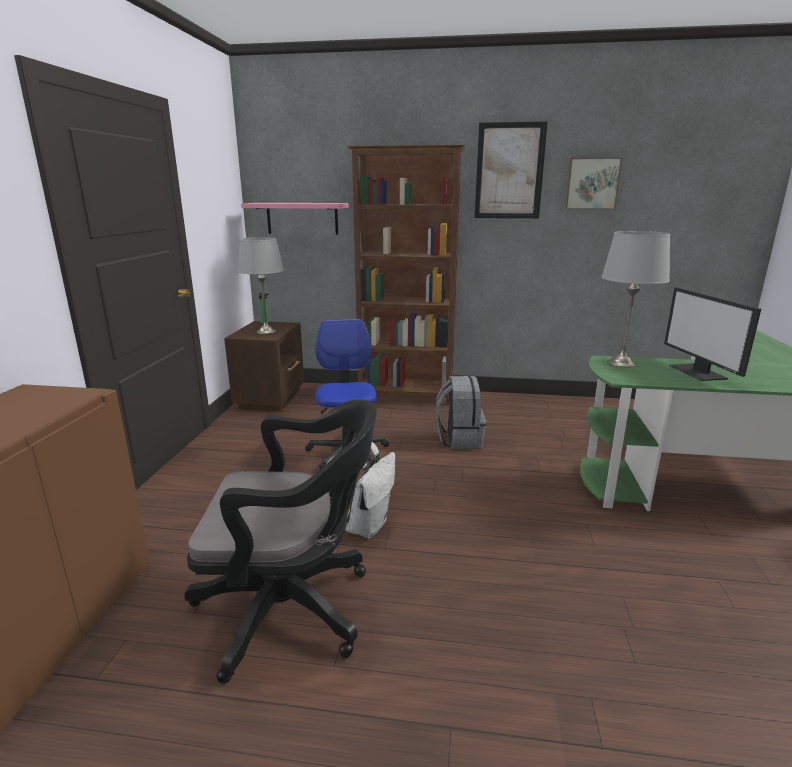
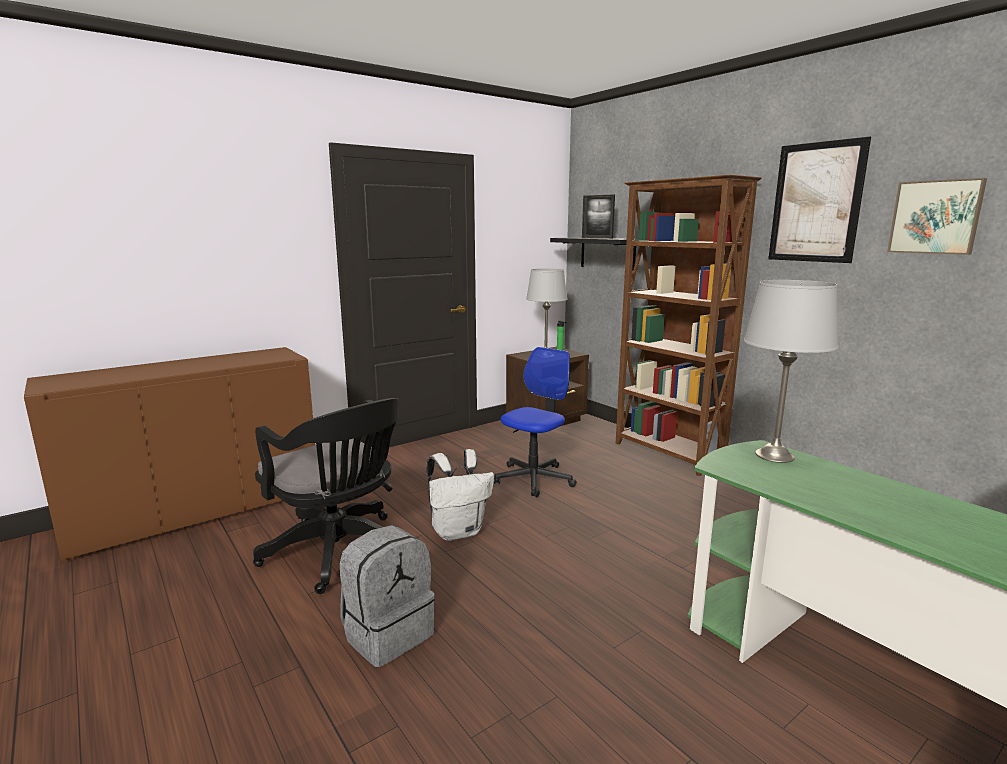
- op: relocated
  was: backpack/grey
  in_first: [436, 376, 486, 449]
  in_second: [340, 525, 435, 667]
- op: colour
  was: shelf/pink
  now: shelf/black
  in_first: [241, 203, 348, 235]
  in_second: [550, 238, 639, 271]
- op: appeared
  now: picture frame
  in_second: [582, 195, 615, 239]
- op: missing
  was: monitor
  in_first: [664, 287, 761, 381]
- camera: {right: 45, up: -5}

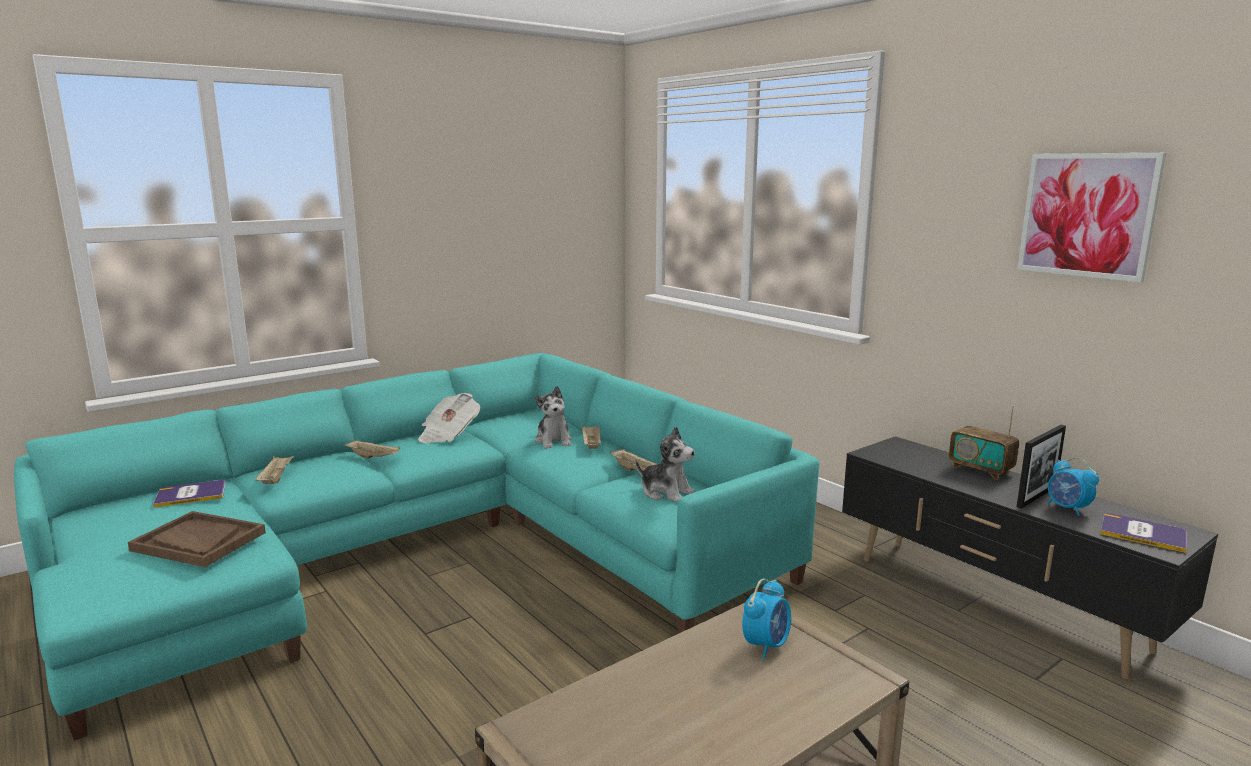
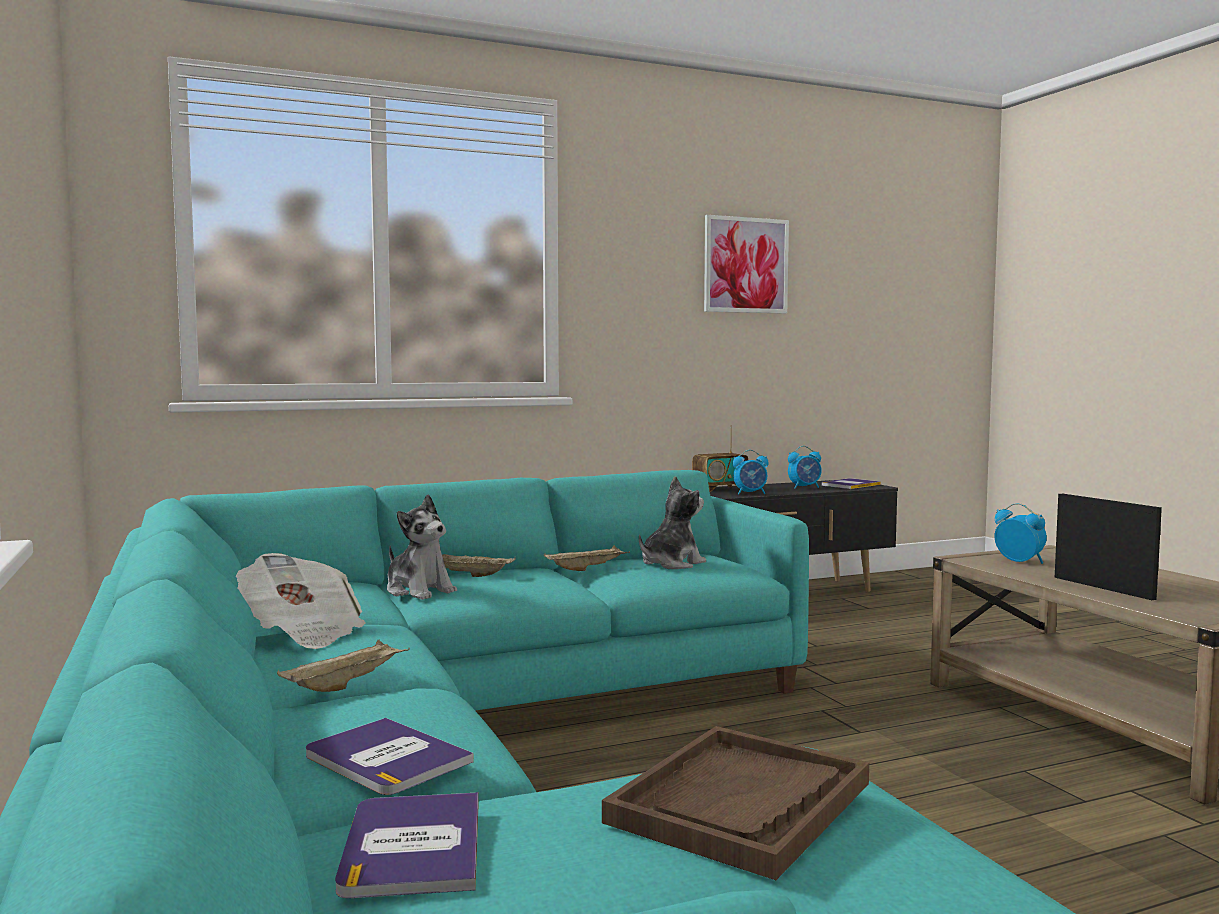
- op: exchanged
  was: tray/beige
  now: book
  in_first: [254, 456, 295, 484]
  in_second: [306, 718, 473, 795]
- op: spun
  was: plush toy
  in_first: [535, 386, 572, 449]
  in_second: [387, 495, 457, 600]
  clockwise: 45
- op: appeared
  now: alarm clock
  in_second: [733, 450, 769, 494]
- op: relocated
  was: picture frame
  in_first: [1017, 425, 1066, 509]
  in_second: [1055, 494, 1162, 600]
- camera: {right: -75, up: -10}

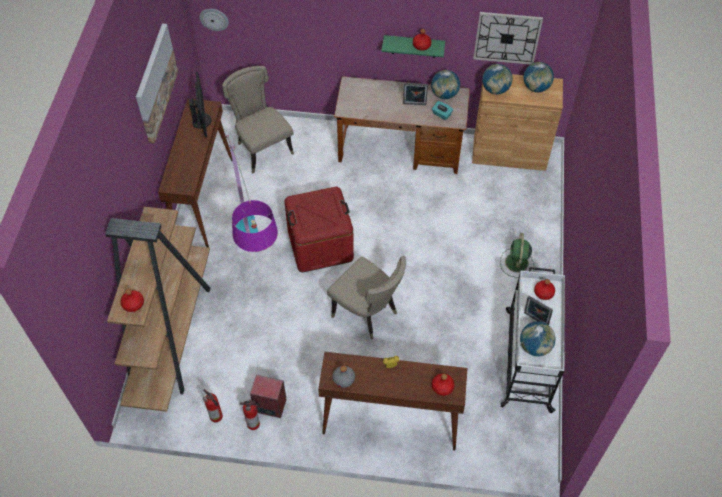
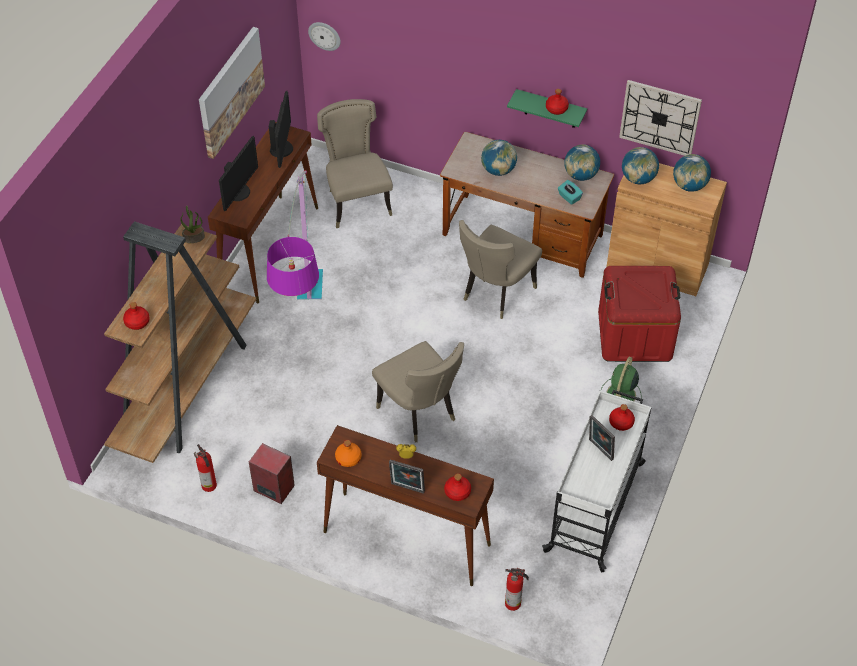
- op: appeared
  now: potted plant
  in_second: [180, 205, 205, 243]
- op: appeared
  now: monitor
  in_second: [219, 136, 258, 212]
- op: colour
  was: bottle/grey
  now: bottle/orange
  in_first: [332, 366, 355, 388]
  in_second: [335, 440, 362, 467]
- op: relocated
  was: picture frame
  in_first: [403, 83, 428, 105]
  in_second: [389, 460, 425, 494]
- op: appeared
  now: chair/beige
  in_second: [459, 220, 542, 319]
- op: relocated
  was: globe
  in_first: [520, 322, 556, 356]
  in_second: [481, 140, 517, 176]
- op: relocated
  was: fire extinguisher
  in_first: [240, 400, 260, 430]
  in_second: [505, 568, 529, 611]
- op: relocated
  was: storage box/red
  in_first: [284, 187, 354, 272]
  in_second: [598, 266, 681, 362]
- camera: {right: 15, up: -5}

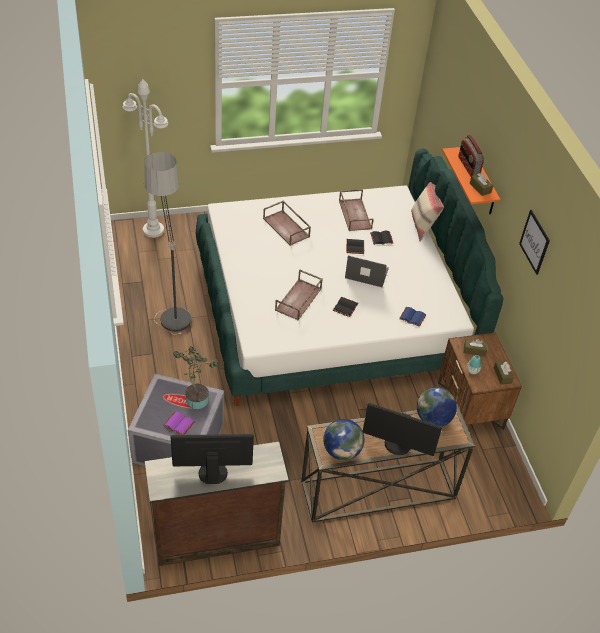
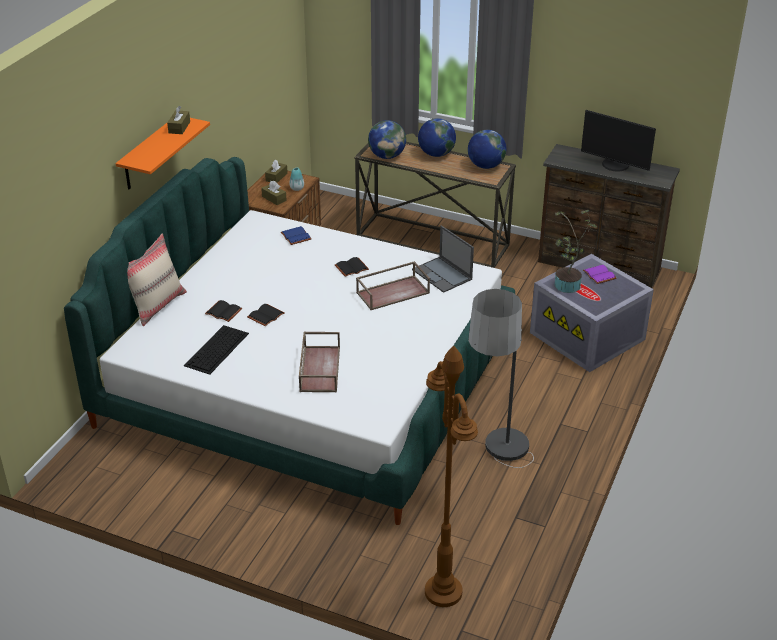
- op: exchanged
  was: tray/brown
  now: keyboard
  in_first: [339, 189, 374, 231]
  in_second: [184, 325, 249, 375]
- op: relocated
  was: laptop
  in_first: [345, 256, 389, 287]
  in_second: [412, 226, 474, 293]
- op: exchanged
  was: monitor
  now: globe
  in_first: [363, 403, 442, 456]
  in_second: [418, 118, 456, 157]
- op: colour
  was: floor lamp/white
  now: floor lamp/brown
  in_first: [123, 79, 168, 238]
  in_second: [425, 346, 478, 607]
- op: missing
  was: radio
  in_first: [459, 135, 484, 176]
- op: missing
  was: picture
  in_first: [519, 210, 550, 275]
- camera: {right: -140, up: -10}

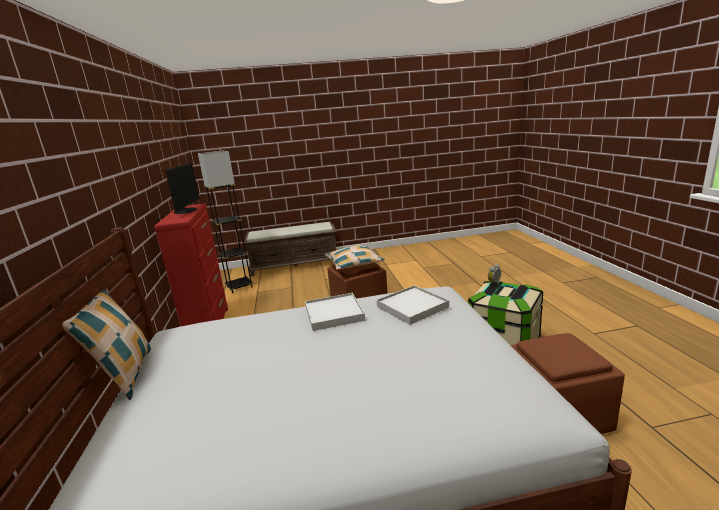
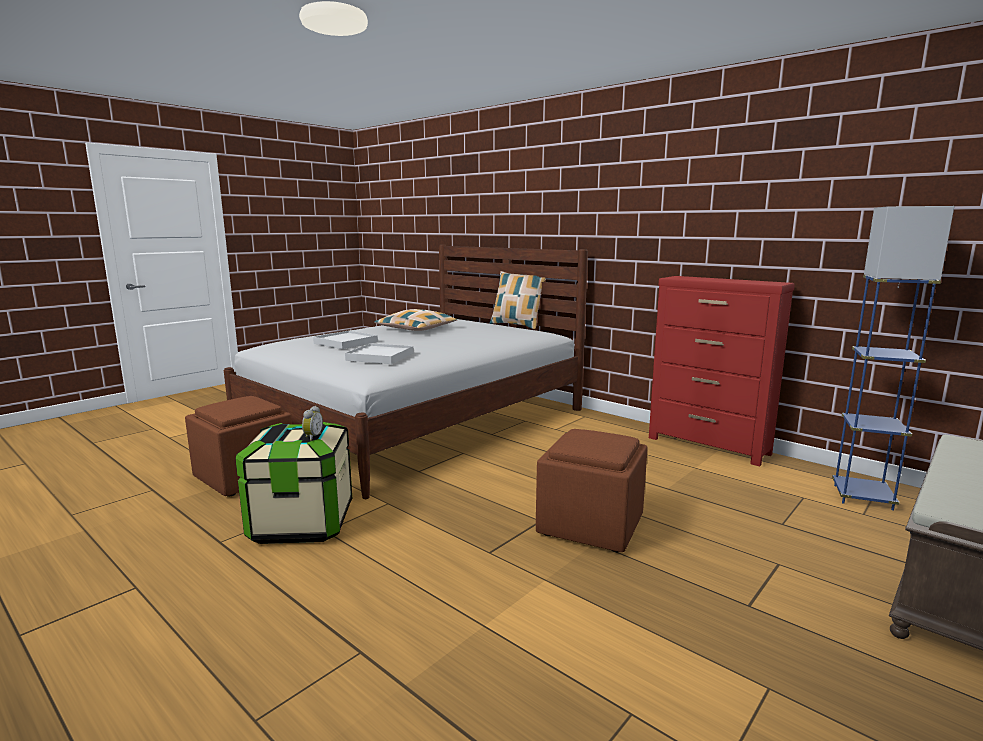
- op: relocated
  was: tray/white
  in_first: [305, 293, 365, 331]
  in_second: [313, 331, 378, 349]
- op: relocated
  was: pillow
  in_first: [325, 245, 385, 270]
  in_second: [374, 309, 458, 331]
- op: colour
  was: floor lamp/grey
  now: floor lamp/blue
  in_first: [198, 151, 253, 293]
  in_second: [832, 206, 954, 511]
- op: missing
  was: monitor
  in_first: [165, 163, 199, 214]
- camera: {right: 140, up: -5}

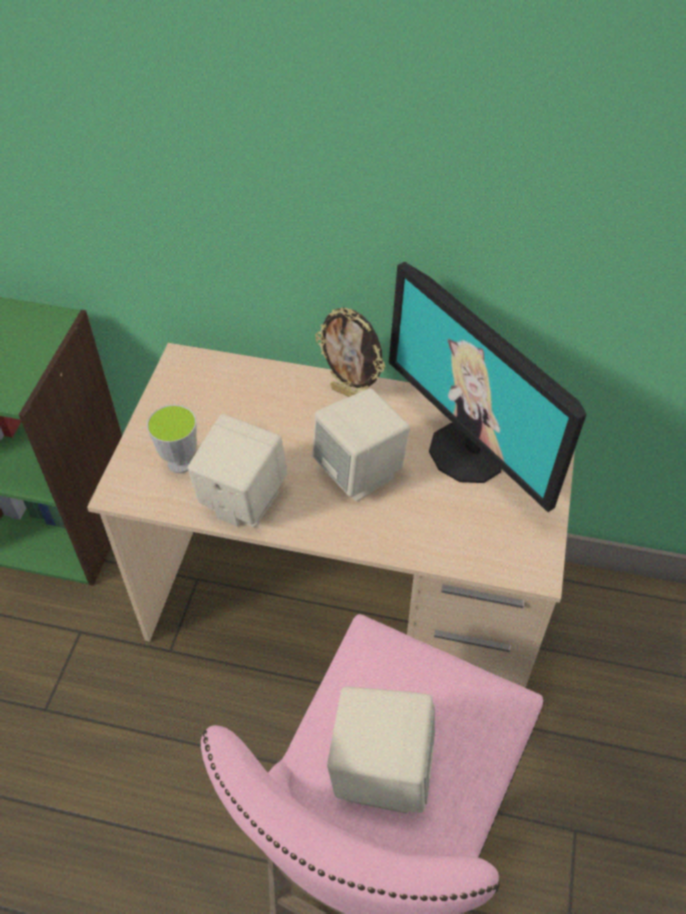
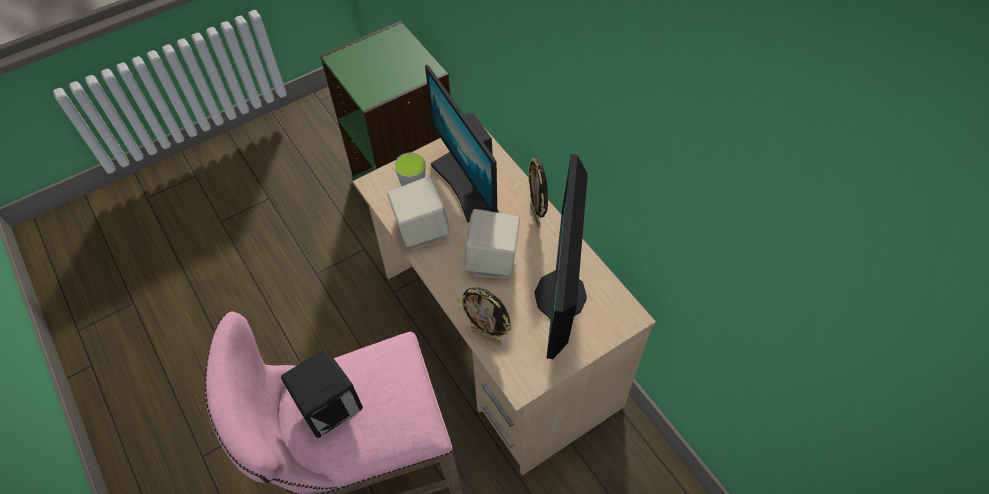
- op: colour
  was: speaker/beige
  now: speaker/black
  in_first: [327, 687, 435, 813]
  in_second: [281, 349, 363, 438]
- op: appeared
  now: monitor
  in_second: [425, 65, 499, 223]
- op: appeared
  now: picture frame
  in_second: [457, 287, 513, 345]
- camera: {right: 45, up: 5}

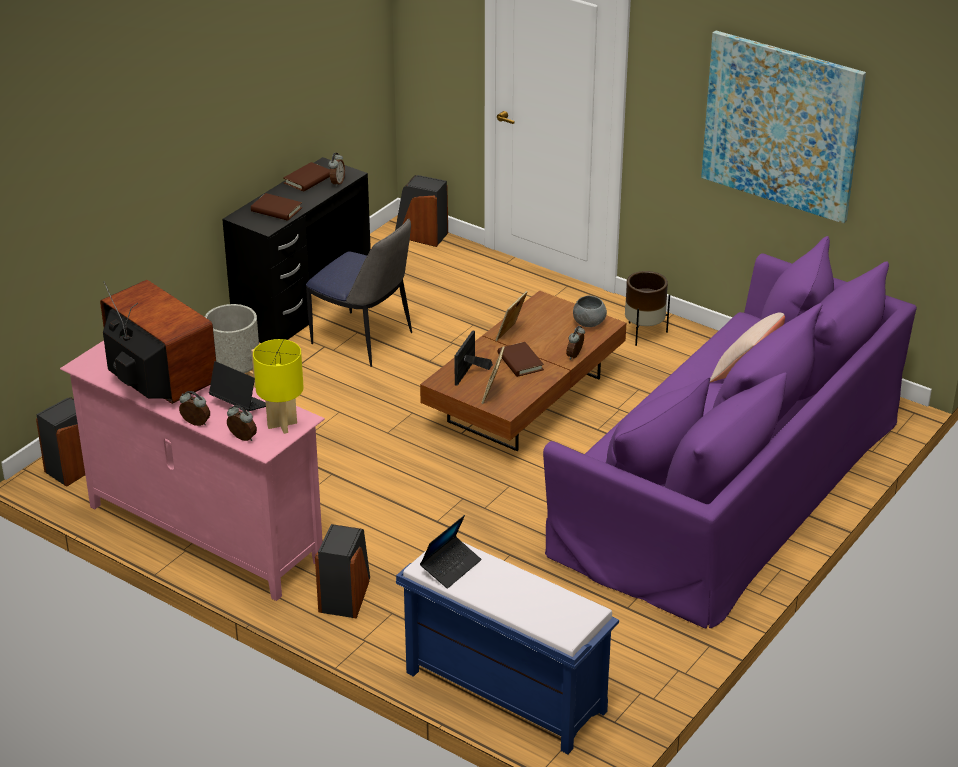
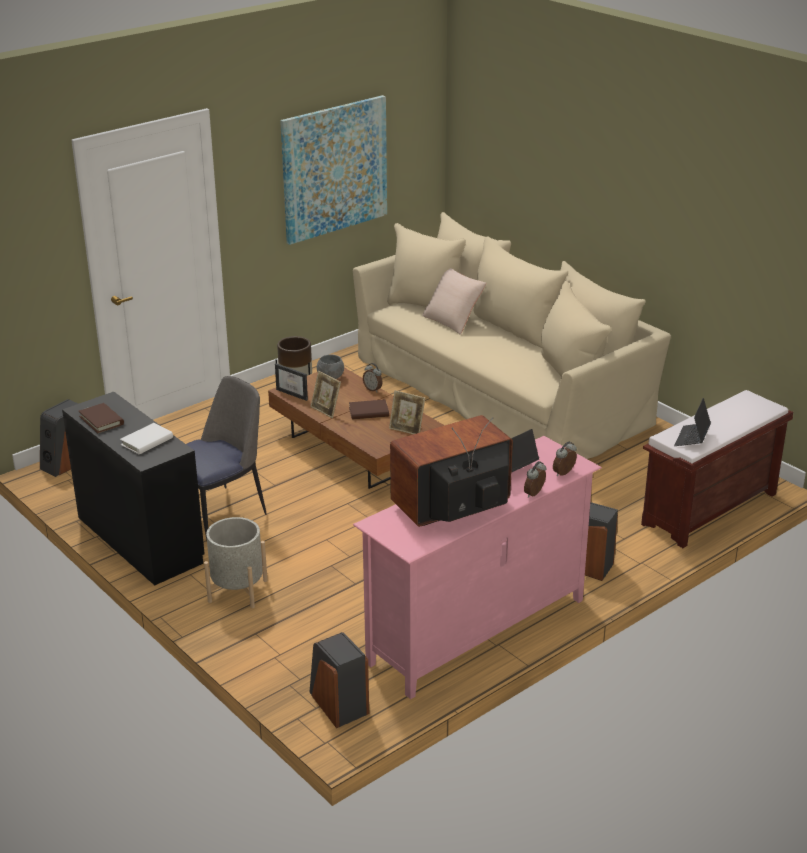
- op: colour
  was: book/brown
  now: book/white
  in_first: [251, 193, 302, 221]
  in_second: [120, 423, 173, 454]
- op: relocated
  was: picture frame
  in_first: [454, 330, 493, 386]
  in_second: [275, 363, 308, 401]
- op: colour
  was: sofa/purple
  now: sofa/beige
  in_first: [543, 236, 917, 629]
  in_second: [353, 212, 671, 459]
- op: colour
  was: bench/blue
  now: bench/brown
  in_first: [396, 542, 619, 754]
  in_second: [641, 390, 793, 548]
- op: spun
  was: laptop
  in_first: [420, 515, 482, 588]
  in_second: [674, 398, 711, 446]
  clockwise: -120
- op: missing
  was: table lamp/yellow
  in_first: [253, 339, 304, 434]
- op: missing
  was: alarm clock
  in_first: [328, 153, 345, 187]
- camera: {right: -75, up: -5}

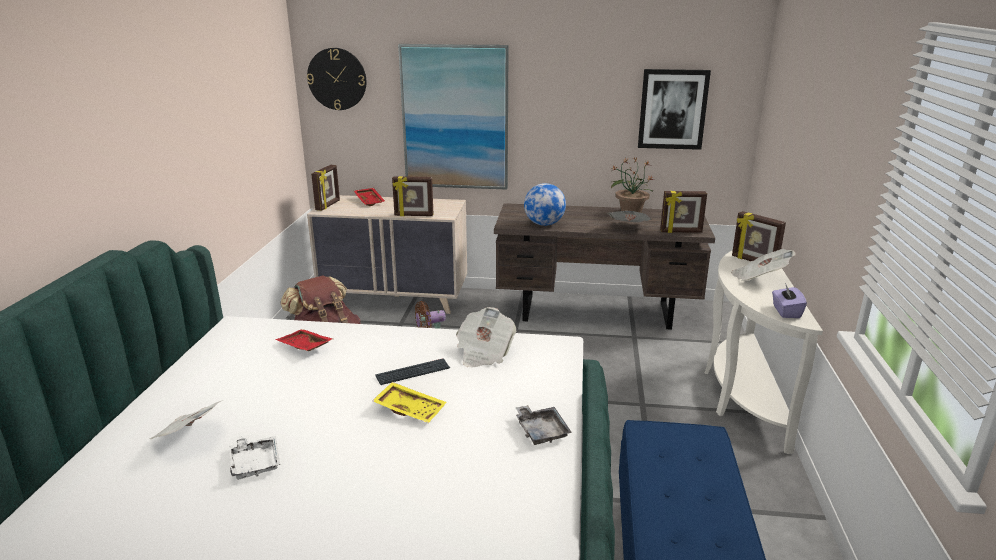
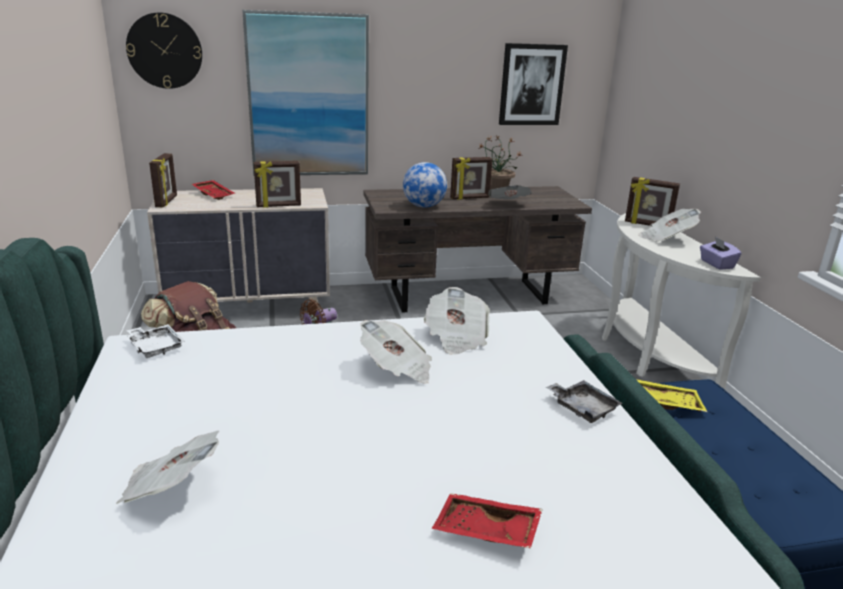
- op: relocated
  was: tray/white
  in_first: [229, 435, 280, 480]
  in_second: [126, 324, 185, 358]
- op: exchanged
  was: keyboard
  now: newspaper
  in_first: [375, 358, 450, 385]
  in_second: [360, 320, 432, 384]
- op: relocated
  was: tray/red
  in_first: [275, 329, 332, 351]
  in_second: [432, 493, 543, 549]
- op: relocated
  was: picture frame
  in_first: [660, 191, 707, 233]
  in_second: [450, 157, 493, 200]
- op: relocated
  was: tray/yellow
  in_first: [372, 382, 446, 423]
  in_second: [636, 379, 707, 412]
- camera: {right: -20, up: 0}

